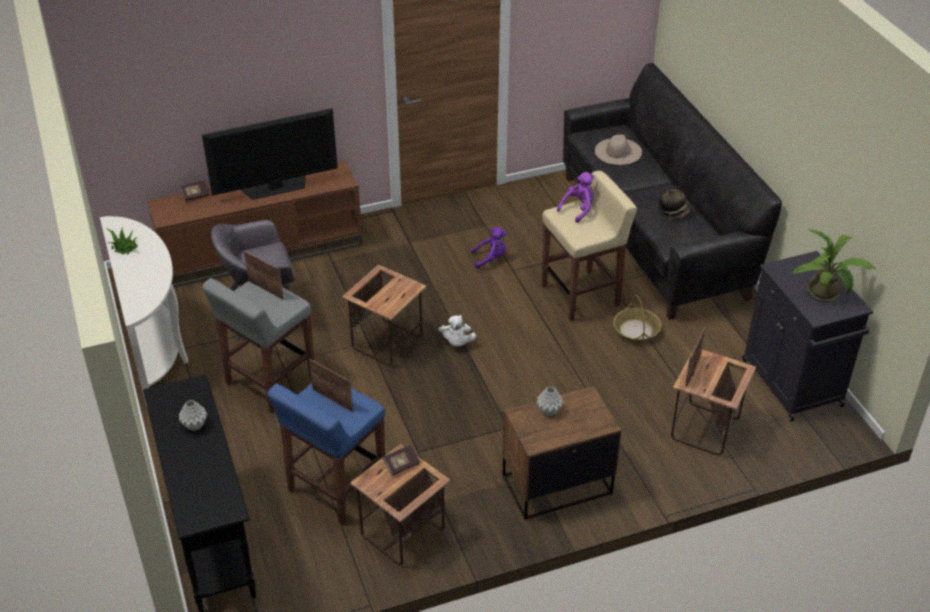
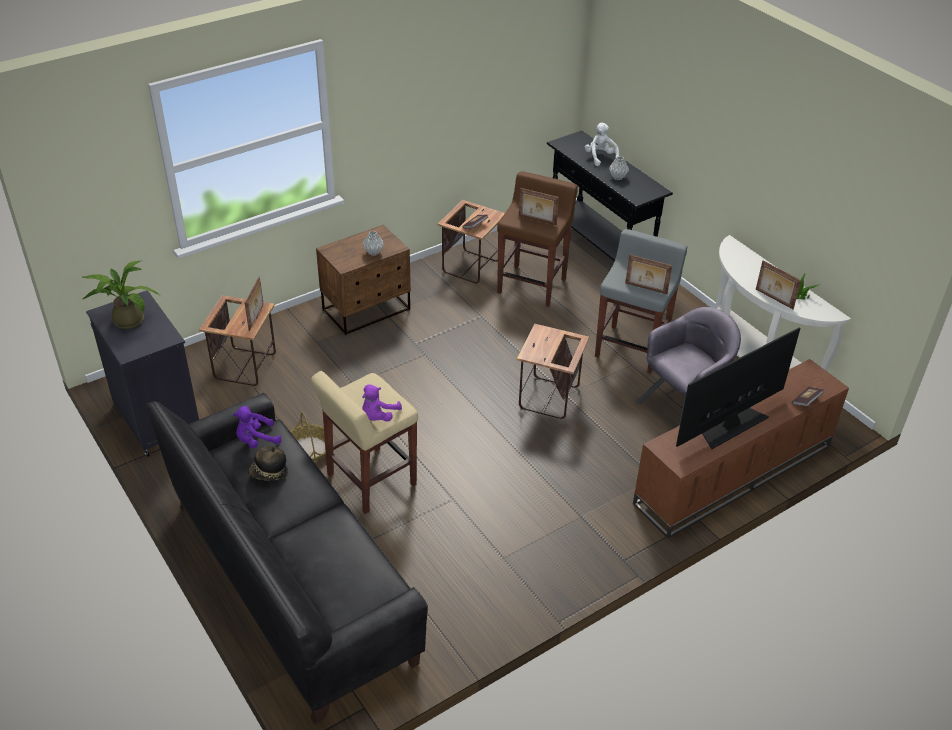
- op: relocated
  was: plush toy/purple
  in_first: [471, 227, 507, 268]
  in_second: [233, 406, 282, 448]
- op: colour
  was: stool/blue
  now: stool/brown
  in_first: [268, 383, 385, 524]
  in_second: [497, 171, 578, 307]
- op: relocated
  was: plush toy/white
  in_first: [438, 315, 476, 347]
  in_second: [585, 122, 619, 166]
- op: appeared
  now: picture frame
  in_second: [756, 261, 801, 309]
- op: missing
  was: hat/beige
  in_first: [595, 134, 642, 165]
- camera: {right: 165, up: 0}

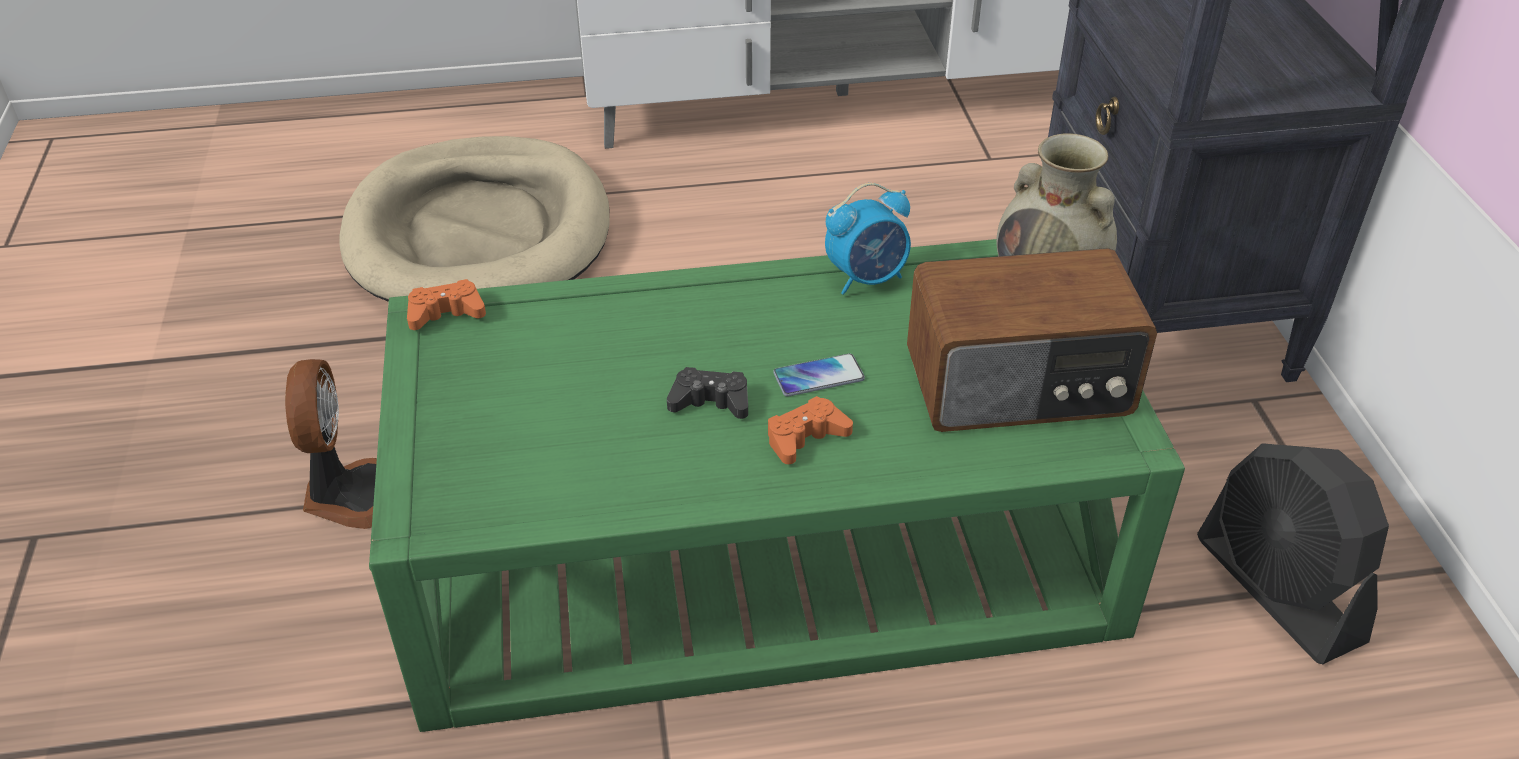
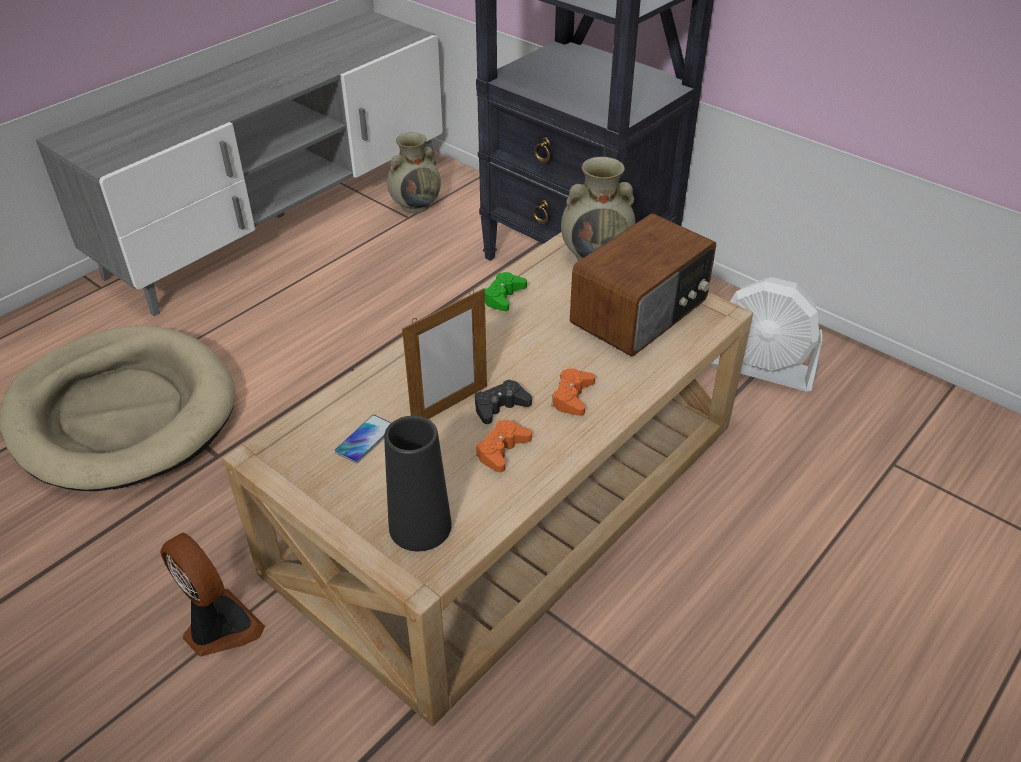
- op: colour
  was: coffee table/green
  now: coffee table/beige
  in_first: [369, 239, 1185, 732]
  in_second: [223, 232, 753, 726]
- op: relocated
  was: phone
  in_first: [773, 353, 865, 397]
  in_second: [335, 415, 391, 463]
- op: appeared
  now: vase/black
  in_second: [384, 416, 452, 551]
- op: appeared
  now: vase/beige
  in_second: [387, 132, 441, 213]
- op: appeared
  now: picture frame
  in_second: [402, 288, 487, 419]
- op: relocated
  was: game controller/orange
  in_first: [407, 279, 486, 330]
  in_second: [476, 420, 532, 472]
- op: exchanged
  was: alarm clock
  now: game controller/green
  in_first: [825, 183, 911, 295]
  in_second: [485, 272, 527, 311]
- op: colour
  was: fan/black
  now: fan/white
  in_first: [1197, 443, 1389, 664]
  in_second: [710, 277, 822, 392]
- camera: {right: -40, up: 0}

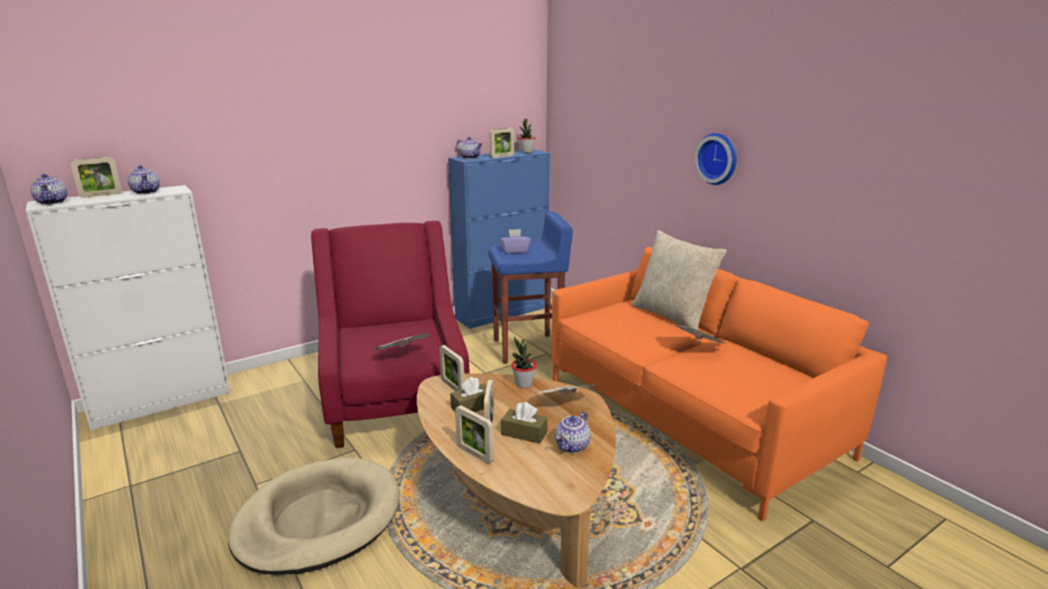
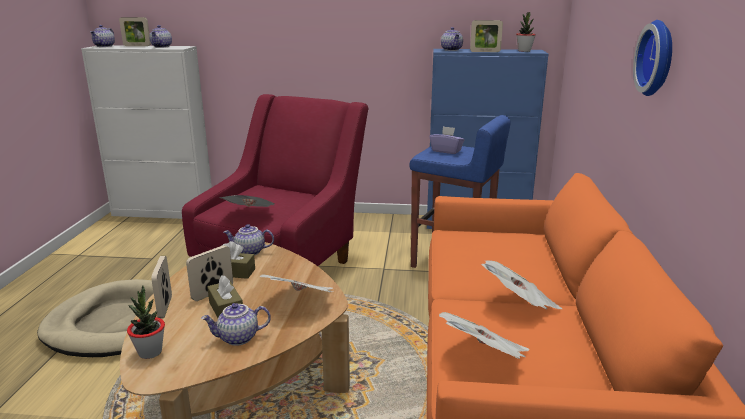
- op: relocated
  was: potted plant
  in_first: [511, 337, 537, 388]
  in_second: [127, 285, 165, 359]
- op: exchanged
  was: picture frame
  now: teapot
  in_first: [439, 345, 465, 391]
  in_second: [224, 224, 274, 255]
- op: appeared
  now: newspaper
  in_second: [439, 312, 529, 359]
- op: missing
  was: pillow/beige
  in_first: [632, 230, 727, 330]
- camera: {right: 40, up: 0}

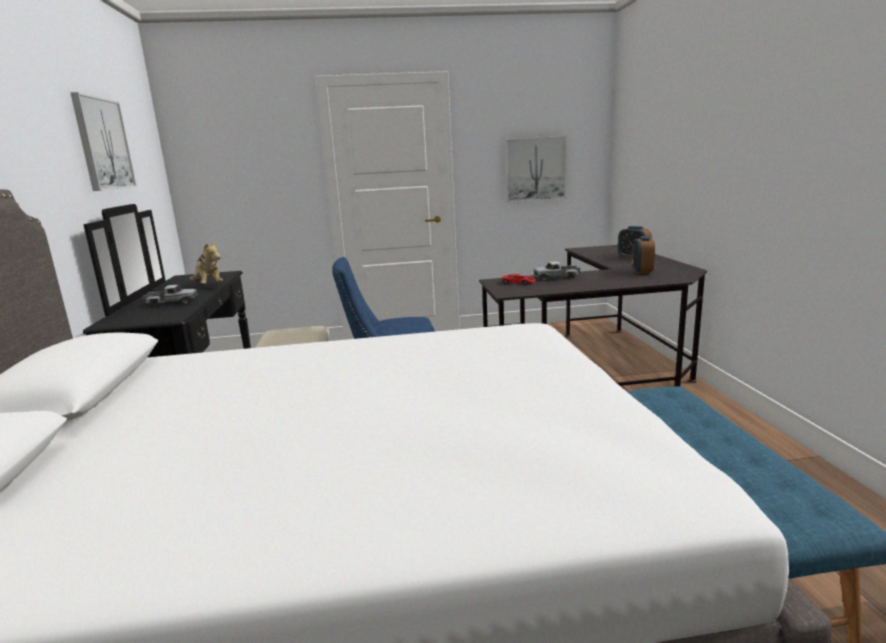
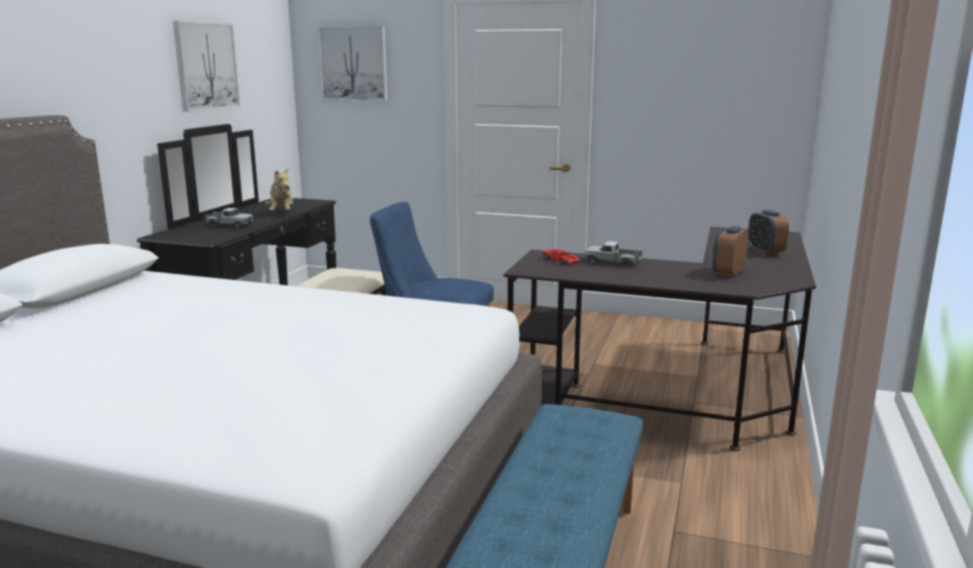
- op: relocated
  was: picture
  in_first: [505, 136, 567, 203]
  in_second: [317, 26, 387, 102]
- camera: {right: 25, up: 0}

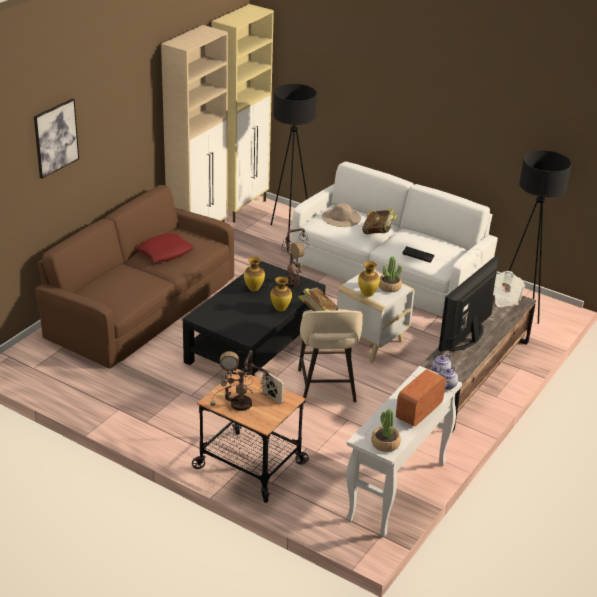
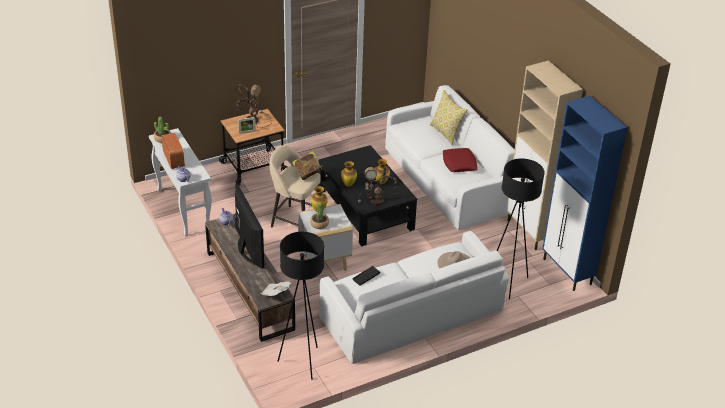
- op: colour
  was: sofa/brown
  now: sofa/white
  in_first: [35, 185, 234, 369]
  in_second: [385, 85, 514, 230]
- op: appeared
  now: pillow
  in_second: [430, 90, 467, 145]
- op: colour
  was: cabinet/beige
  now: cabinet/blue
  in_first: [212, 4, 274, 223]
  in_second: [542, 96, 628, 291]
- op: missing
  was: picture
  in_first: [34, 98, 79, 179]
- op: missing
  was: book
  in_first: [362, 209, 397, 234]
- camera: {right: 120, up: 5}

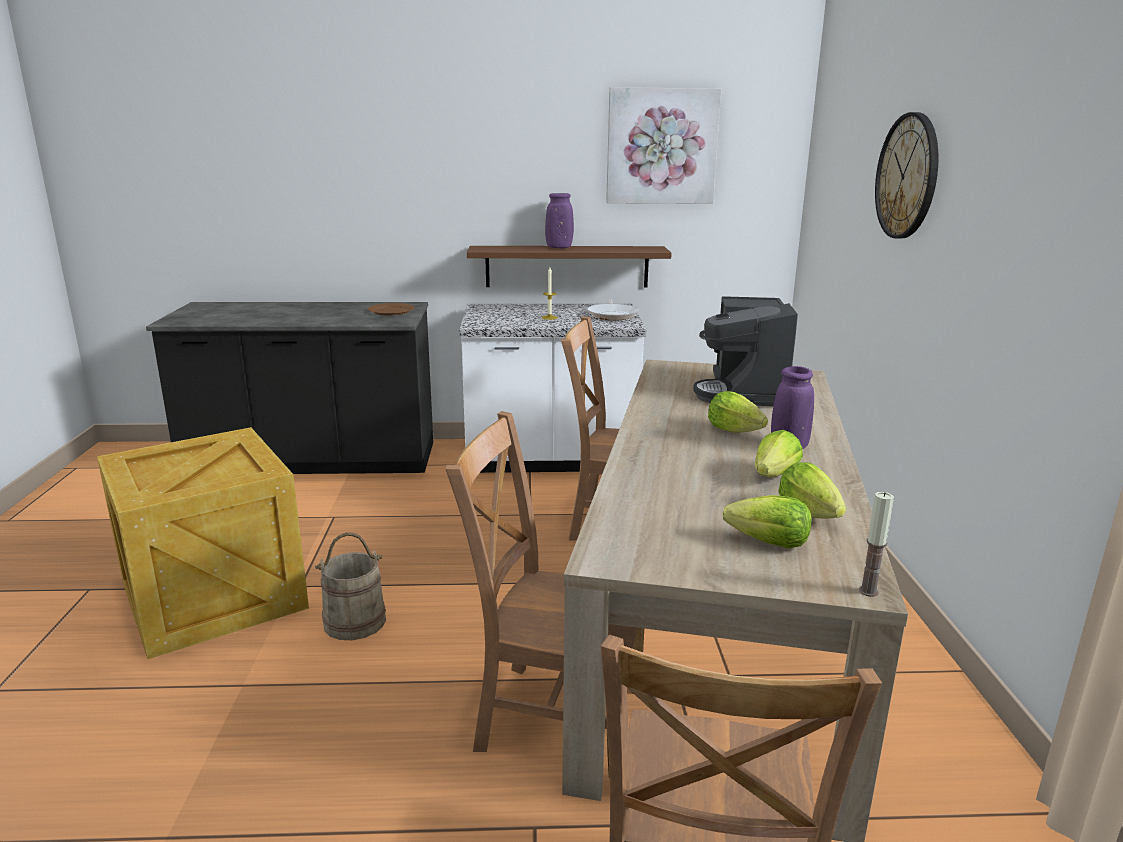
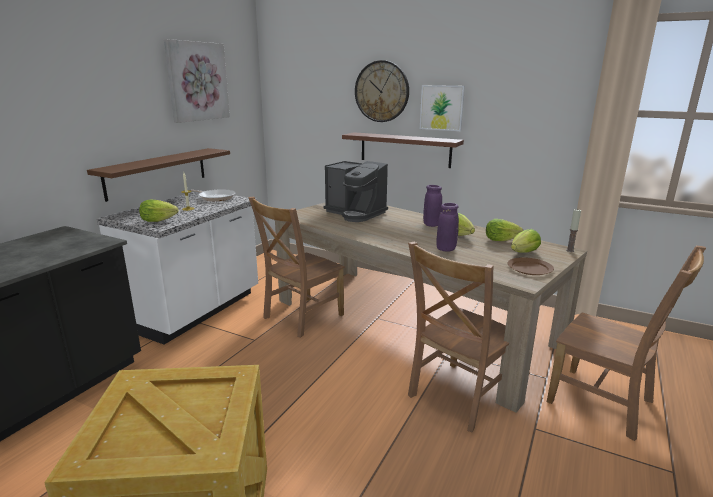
- op: relocated
  was: lettuce
  in_first: [708, 391, 768, 433]
  in_second: [139, 200, 178, 222]
- op: appeared
  now: shelf
  in_second: [342, 132, 464, 168]
- op: appeared
  now: picture
  in_second: [420, 85, 465, 131]
- op: relocated
  was: vase/purple
  in_first: [545, 193, 574, 248]
  in_second: [437, 203, 459, 252]
- op: relocated
  was: plate/brown
  in_first: [367, 303, 415, 315]
  in_second: [508, 257, 554, 275]
- op: missing
  was: bucket/beige
  in_first: [315, 532, 386, 640]
- camera: {right: -60, up: 0}

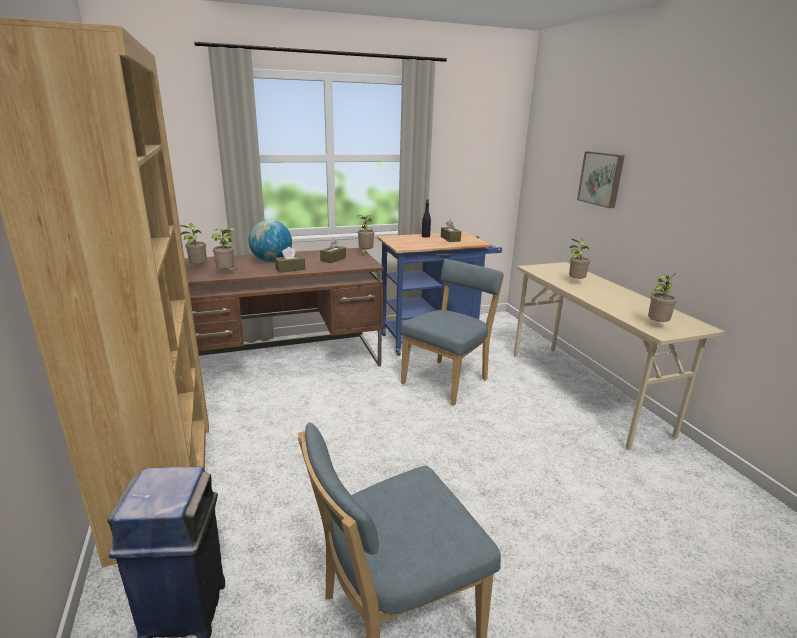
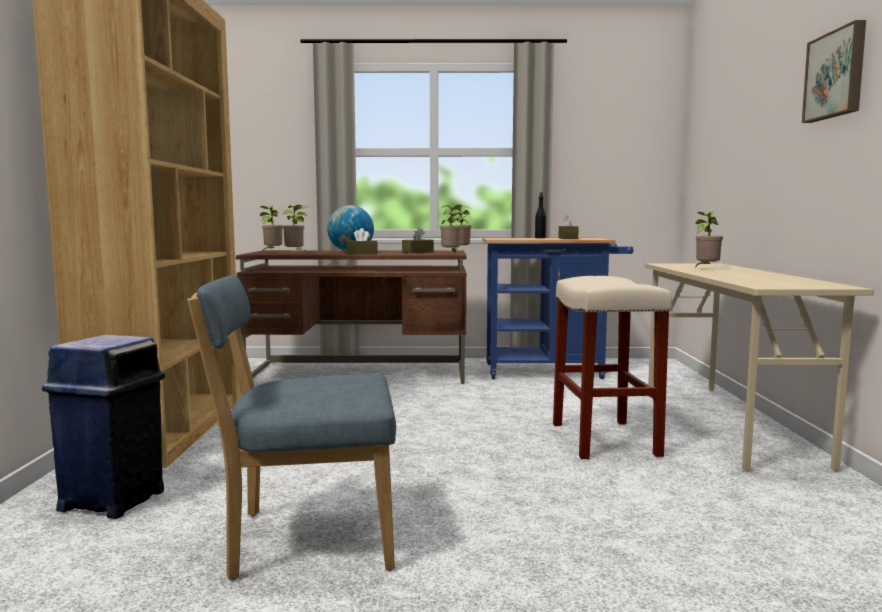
- op: relocated
  was: potted plant
  in_first: [648, 273, 677, 322]
  in_second: [440, 205, 462, 253]
- op: appeared
  now: stool/beige
  in_second: [553, 276, 672, 459]
- op: relocated
  was: picture
  in_first: [577, 151, 625, 208]
  in_second: [802, 20, 866, 123]
- op: missing
  was: chair/blue
  in_first: [400, 259, 504, 406]
- camera: {right: 20, up: -15}

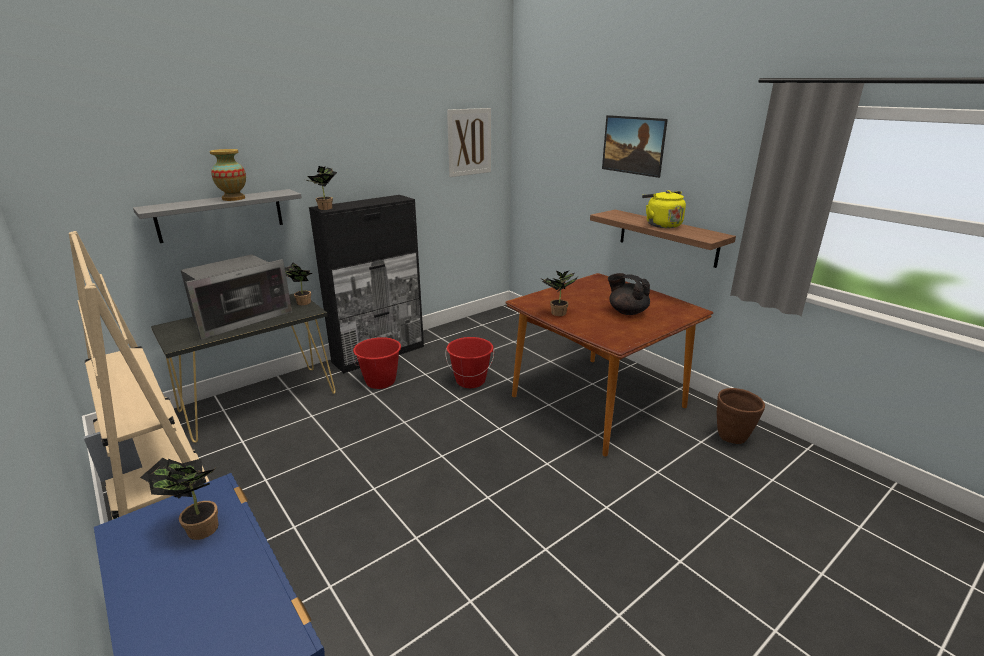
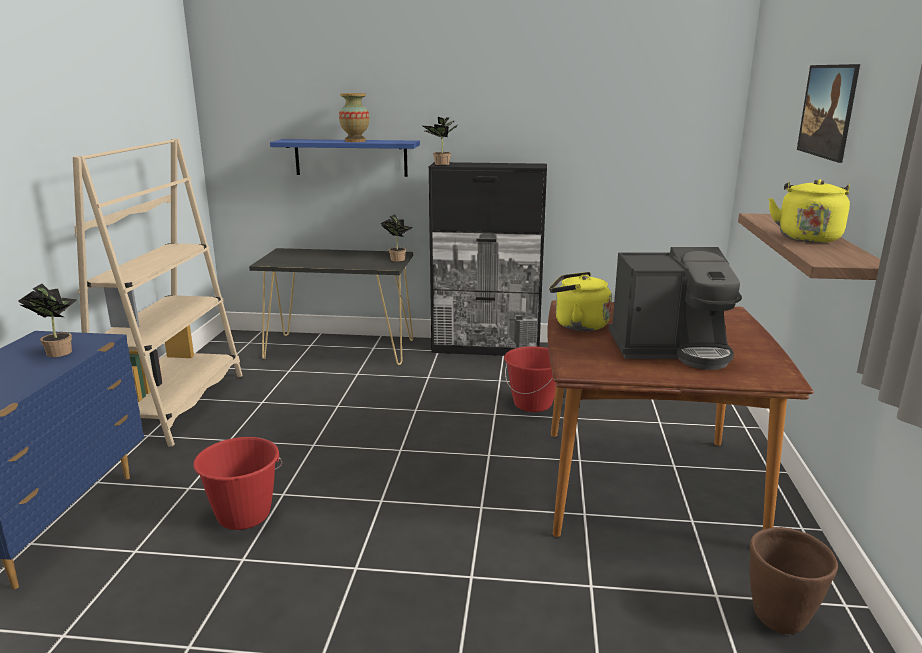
- op: relocated
  was: bucket/red
  in_first: [353, 337, 401, 389]
  in_second: [193, 437, 282, 530]
- op: colour
  was: shelf/grey
  now: shelf/blue
  in_first: [133, 189, 302, 243]
  in_second: [270, 139, 420, 177]
- op: exchanged
  was: potted plant
  now: kettle/yellow
  in_first: [541, 270, 578, 316]
  in_second: [549, 272, 612, 331]
- op: exchanged
  was: teapot/black
  now: coffee machine
  in_first: [608, 273, 650, 315]
  in_second: [609, 247, 742, 370]
- op: missing
  was: microwave
  in_first: [181, 254, 292, 340]
- op: missing
  was: picture
  in_first: [447, 108, 491, 177]
- camera: {right: 45, up: -5}

